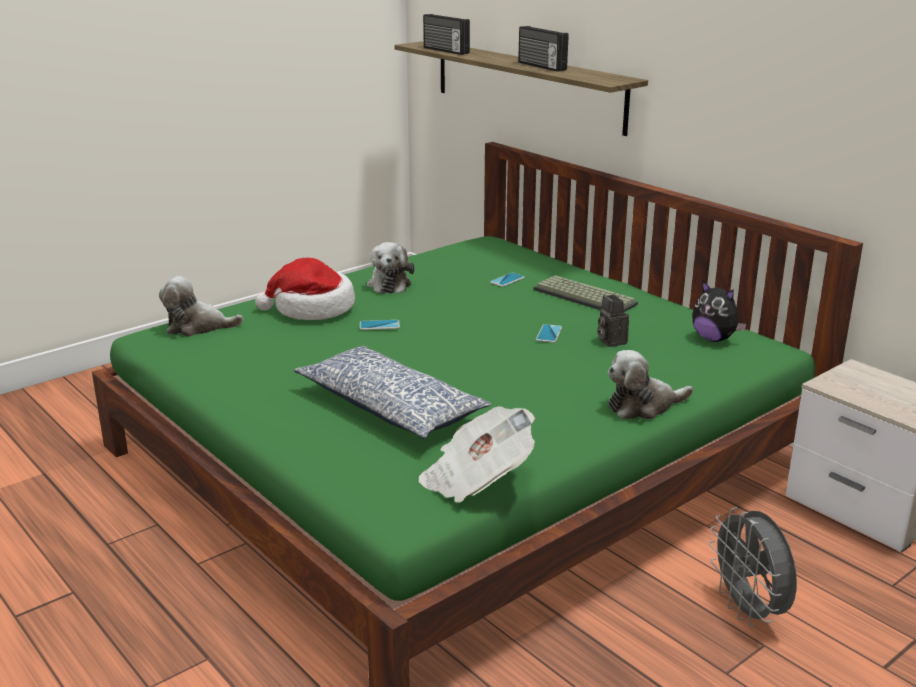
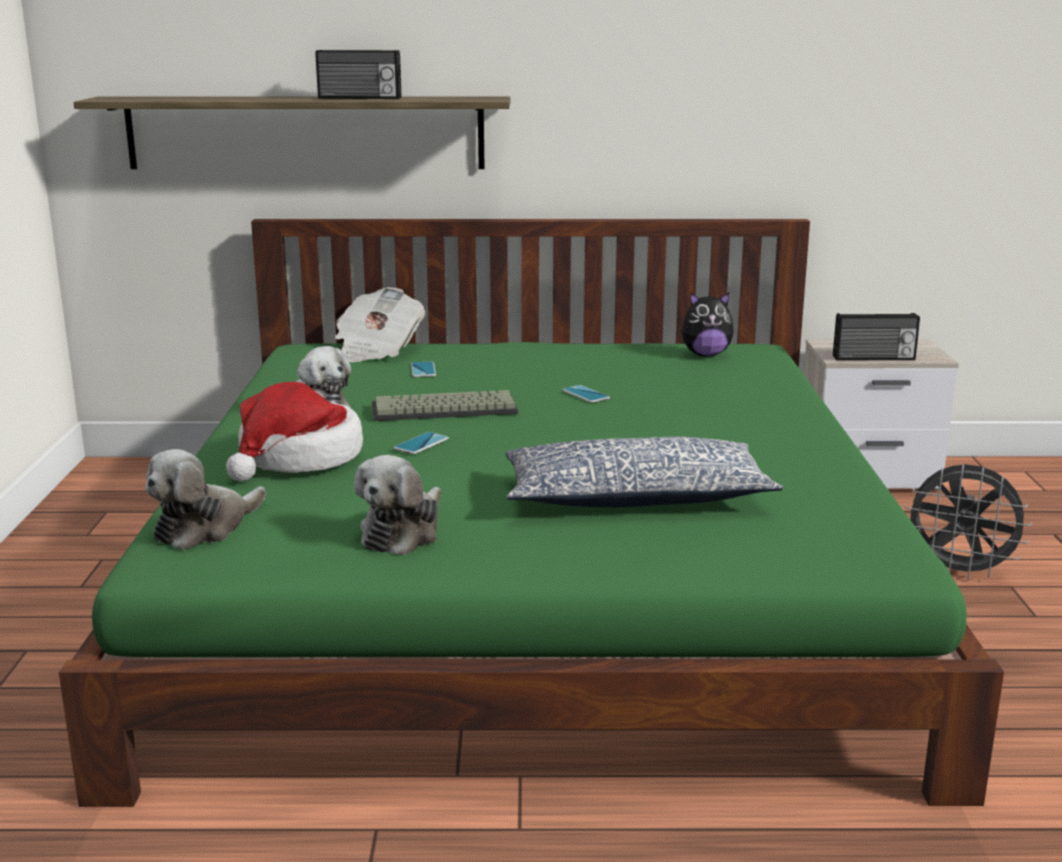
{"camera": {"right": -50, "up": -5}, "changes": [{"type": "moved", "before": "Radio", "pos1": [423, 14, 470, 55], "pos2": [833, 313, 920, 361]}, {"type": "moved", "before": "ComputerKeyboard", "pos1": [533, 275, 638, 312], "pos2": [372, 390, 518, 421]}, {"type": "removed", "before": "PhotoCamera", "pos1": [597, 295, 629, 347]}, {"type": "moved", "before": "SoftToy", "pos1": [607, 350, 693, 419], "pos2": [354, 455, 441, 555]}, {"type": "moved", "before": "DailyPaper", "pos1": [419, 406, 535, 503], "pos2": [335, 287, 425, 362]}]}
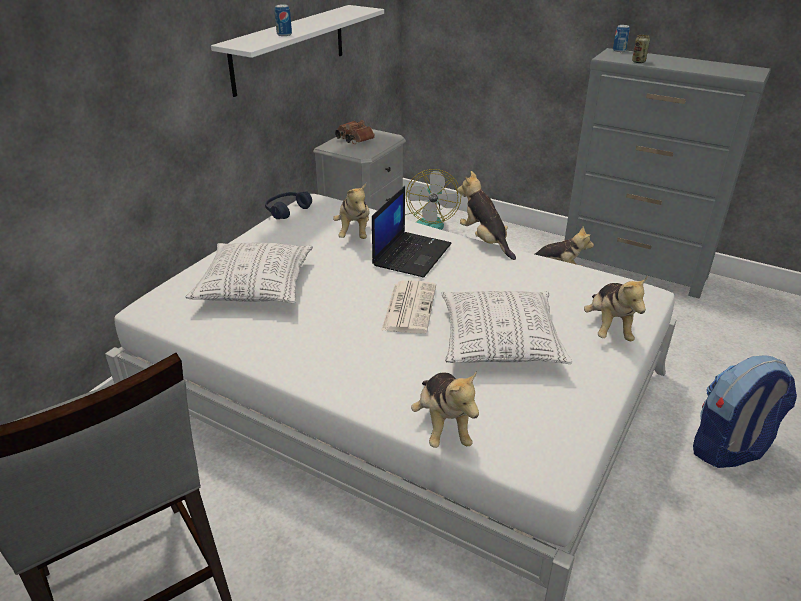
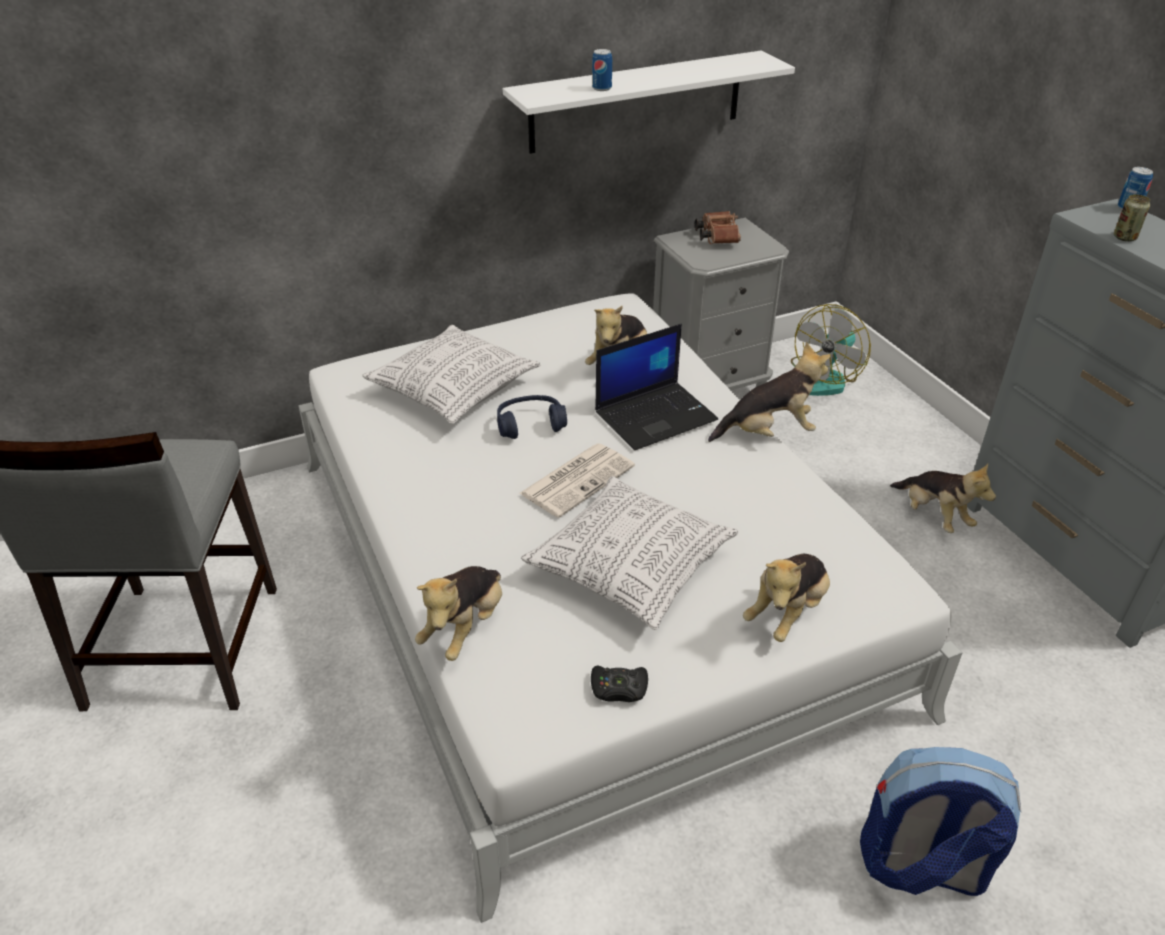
{"camera": {"right": 35, "up": 5}, "changes": [{"type": "turned", "before": "SoftToy", "pos1": [457, 171, 516, 260], "pos2": [708, 342, 831, 442], "turn": 75}, {"type": "moved", "before": "BlueColouredPairOfHeadphones", "pos1": [265, 191, 312, 219], "pos2": [497, 395, 567, 439]}, {"type": "added", "after": "BlackColouredGameController", "pos2": [591, 666, 648, 702]}]}
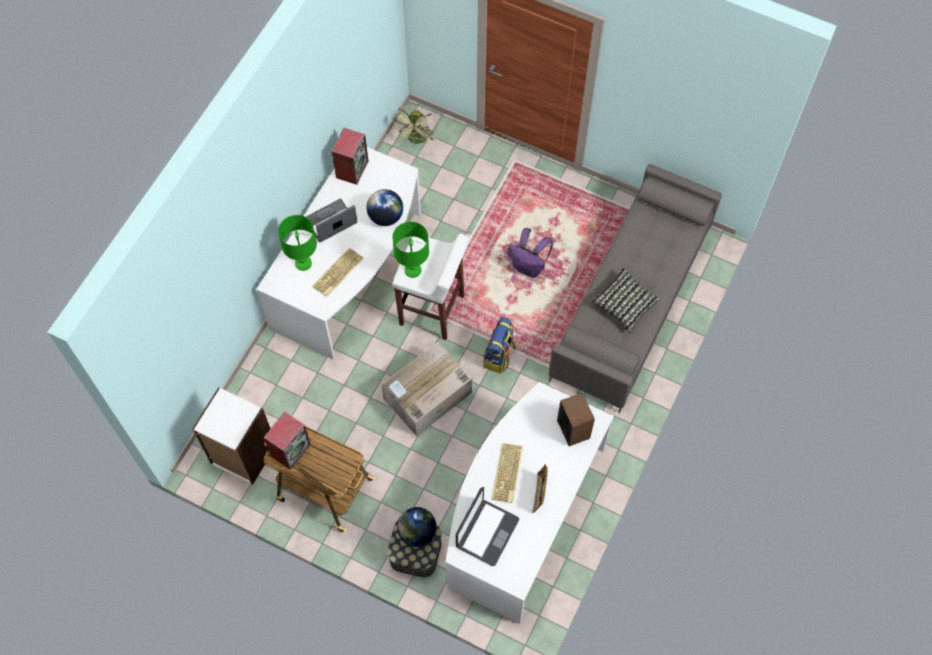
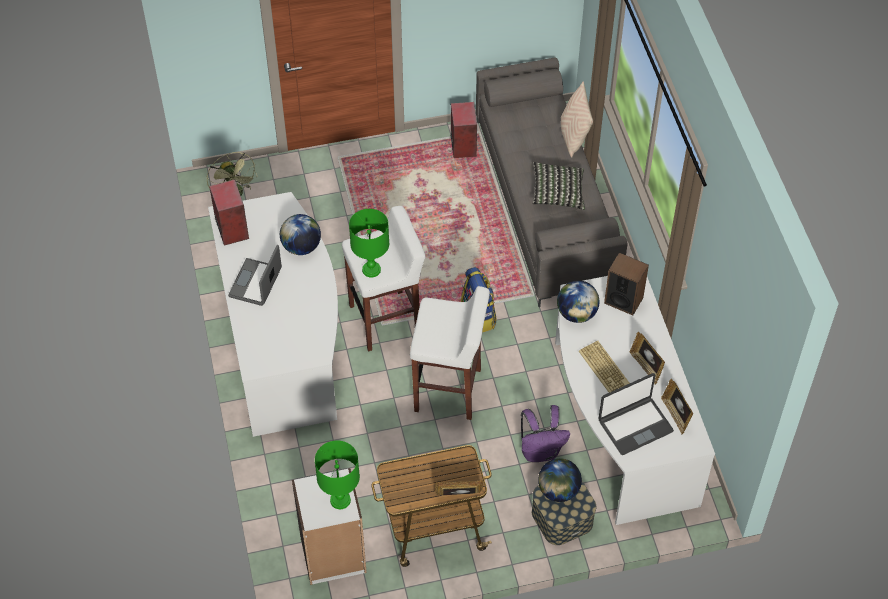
{"camera": {"right": -40, "up": -10}, "changes": [{"type": "moved", "before": "GreenColouredTabletopLamp", "pos1": [278, 215, 317, 271], "pos2": [315, 440, 360, 509]}, {"type": "moved", "before": "PurpleBackpack", "pos1": [507, 228, 553, 278], "pos2": [521, 405, 570, 462]}, {"type": "removed", "before": "ComputerKeyboard", "pos1": [312, 248, 363, 296]}, {"type": "replaced", "before": "Carton", "after": "WhitishSittingStool", "pos1": [381, 342, 472, 436], "pos2": [410, 286, 490, 420]}, {"type": "moved", "before": "Speaker", "pos1": [263, 411, 311, 470], "pos2": [451, 102, 477, 158]}, {"type": "turned", "before": "Laptop", "pos1": [456, 487, 519, 566], "pos2": [598, 373, 674, 455], "turn": 75}, {"type": "added", "after": "BeigeCushion", "pos2": [561, 81, 593, 157]}, {"type": "added", "after": "WorldGlobe", "pos2": [557, 280, 600, 323]}, {"type": "added", "after": "StandingFrame", "pos2": [661, 379, 693, 435]}]}
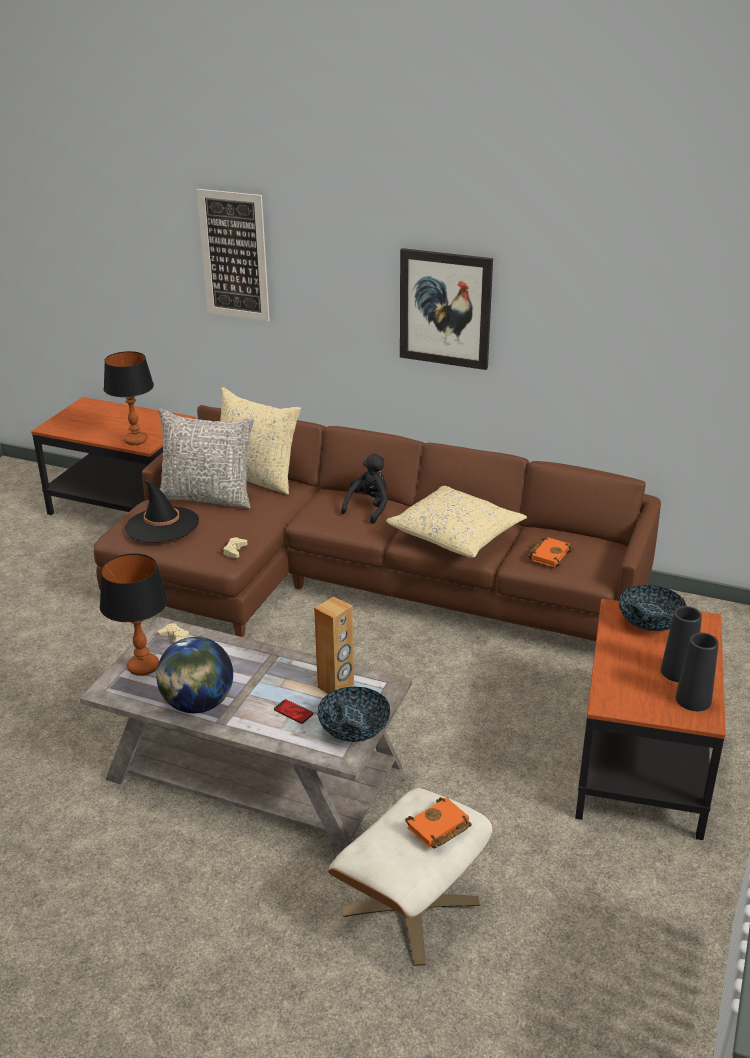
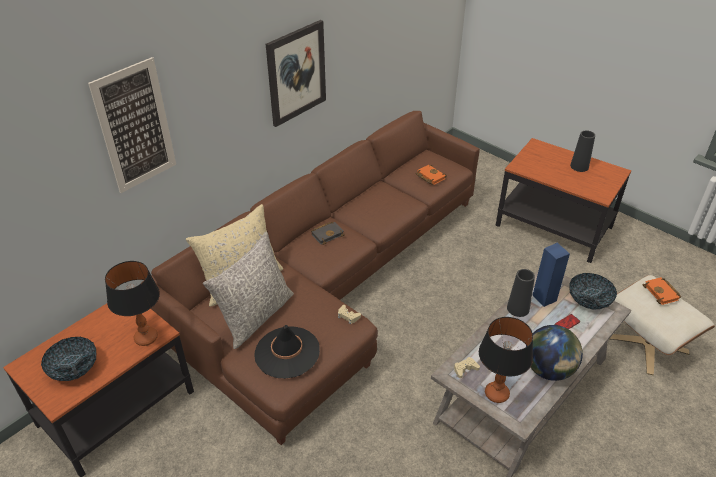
{"camera": {"right": -70, "up": 10}, "changes": [{"type": "replaced", "before": "BlackColouredSoftToy", "after": "BlackColouredBoundBook", "pos1": [341, 454, 388, 524], "pos2": [311, 222, 345, 245]}, {"type": "removed", "before": "BeigeCushion", "pos1": [386, 486, 527, 558]}, {"type": "moved", "before": "ServingBowl", "pos1": [619, 585, 687, 631], "pos2": [41, 337, 96, 381]}, {"type": "recoloured", "before": "BrownColouredSpeaker", "after": "BlueColouredSpeaker", "pos1": [314, 596, 354, 694], "pos2": [532, 243, 570, 307]}, {"type": "moved", "before": "BlackColouredVase", "pos1": [676, 633, 719, 711], "pos2": [507, 269, 535, 317]}]}
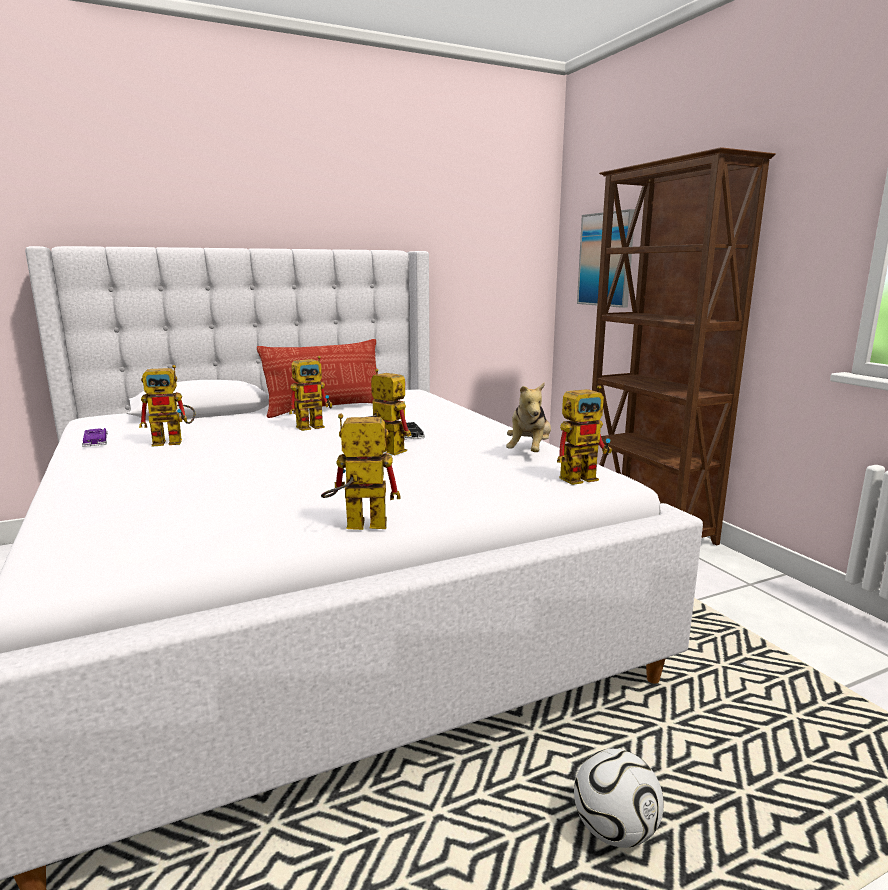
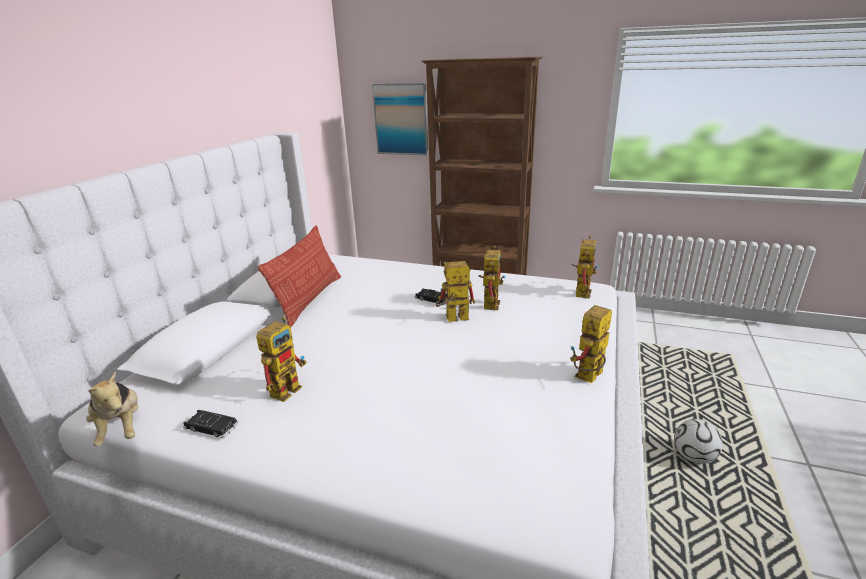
{"camera": {"right": -45, "up": 10}, "changes": [{"type": "moved", "before": "ModelRobot", "pos1": [289, 356, 332, 431], "pos2": [478, 245, 505, 310]}, {"type": "moved", "before": "SoftToy", "pos1": [506, 382, 551, 452], "pos2": [86, 372, 138, 447]}, {"type": "recoloured", "before": "PurpleMiniatureCar", "after": "BlackColouredMiniatureCar", "pos1": [82, 428, 108, 447], "pos2": [182, 410, 239, 438]}]}
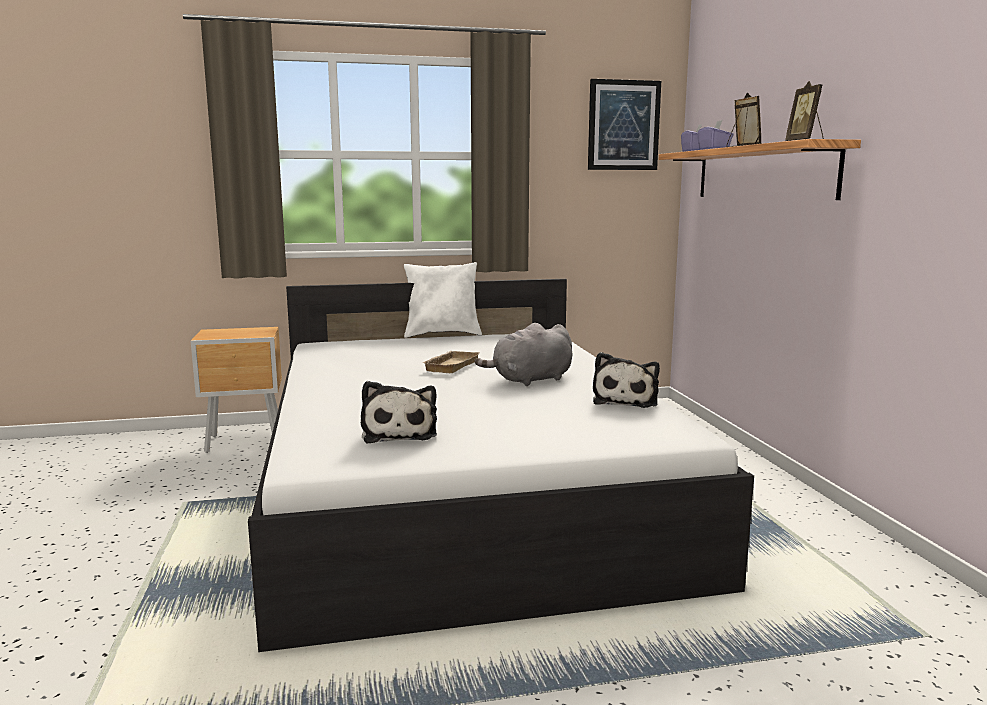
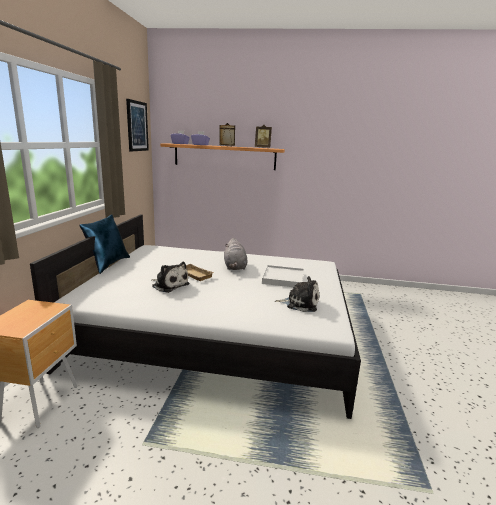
{"camera": {"right": -70, "up": 5}, "changes": [{"type": "recoloured", "before": "WhitishCushion", "after": "BlueColouredCushion", "pos1": [404, 262, 482, 338], "pos2": [79, 214, 130, 274]}, {"type": "moved", "before": "SoftToy", "pos1": [593, 352, 660, 408], "pos2": [152, 262, 190, 293]}, {"type": "added", "after": "WhitishServingTray", "pos2": [262, 265, 304, 287]}]}
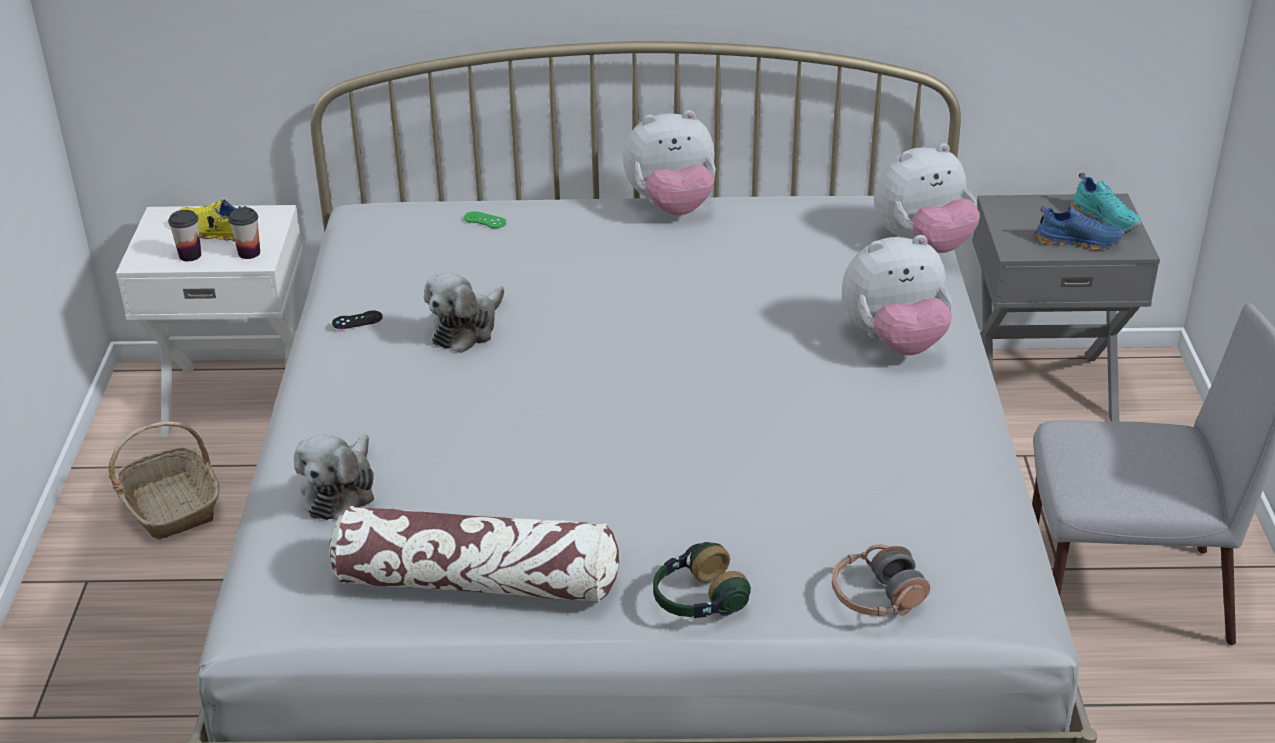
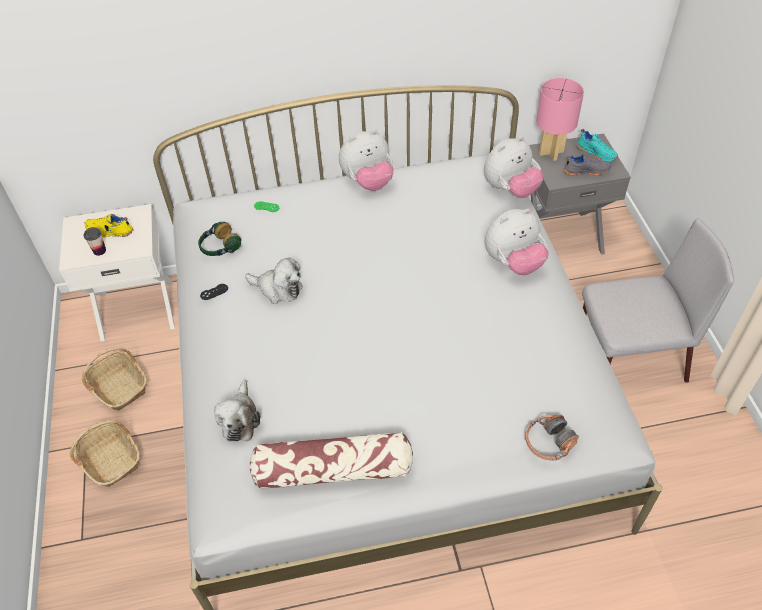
{"camera": {"right": -10, "up": 15}, "changes": [{"type": "recoloured", "before": "BlueColouredItemOfFootwear", "after": "GreyishItemOfFootwear", "pos1": [1035, 206, 1124, 250], "pos2": [563, 154, 611, 176]}, {"type": "removed", "before": "SmallCup", "pos1": [228, 207, 260, 259]}, {"type": "turned", "before": "SoftToy", "pos1": [424, 273, 504, 353], "pos2": [245, 258, 303, 304], "turn": -90}, {"type": "moved", "before": "PairOfHeadphones", "pos1": [653, 542, 751, 618], "pos2": [198, 222, 241, 256]}, {"type": "added", "after": "PinkishTabletopLamp", "pos2": [536, 78, 584, 161]}, {"type": "added", "after": "StorageBasket", "pos2": [70, 420, 140, 487]}]}
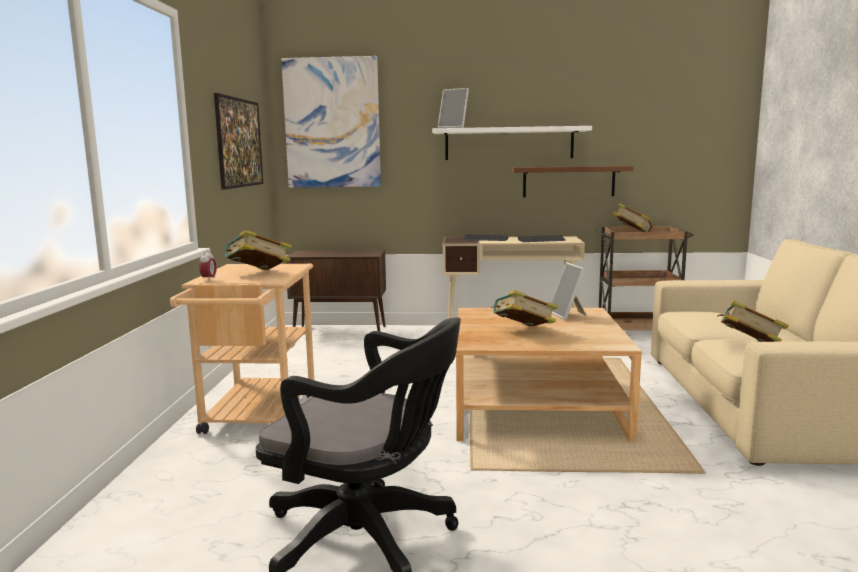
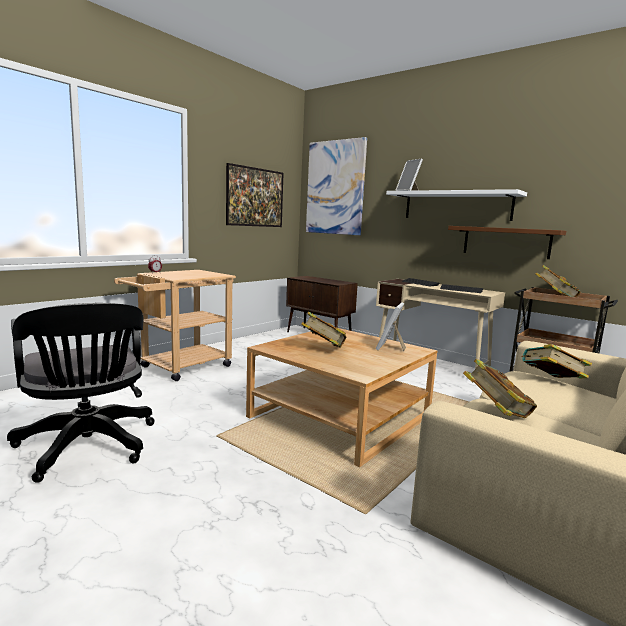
{"camera": {"right": 35, "up": 0}, "changes": [{"type": "moved", "before": "BoundBook", "pos1": [222, 230, 292, 270], "pos2": [521, 344, 592, 378]}]}
